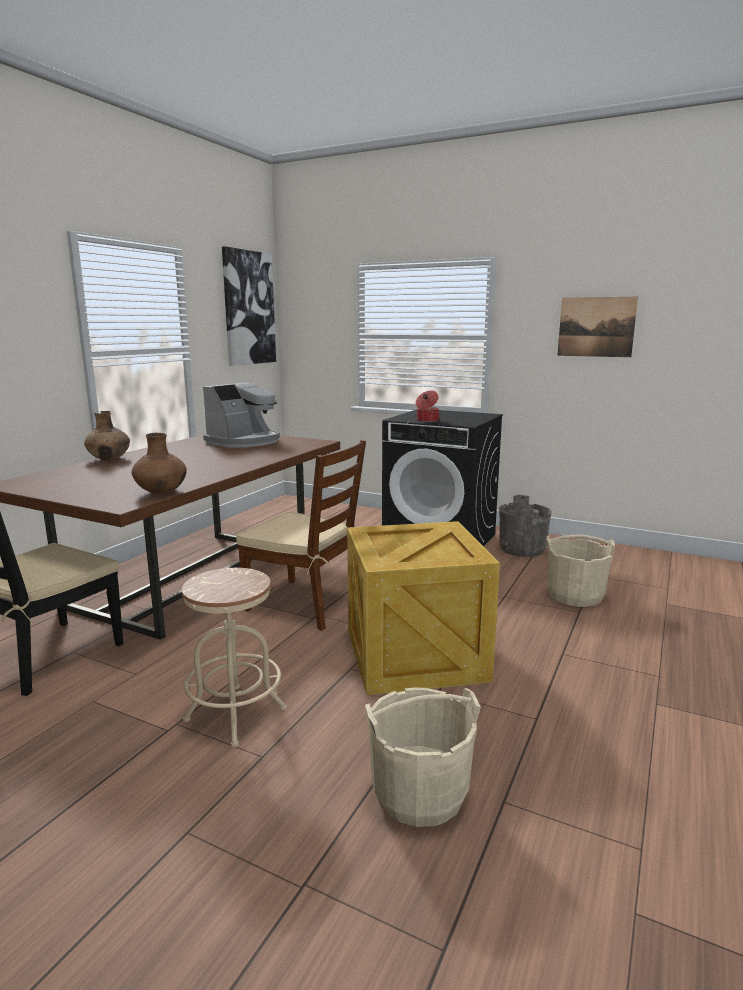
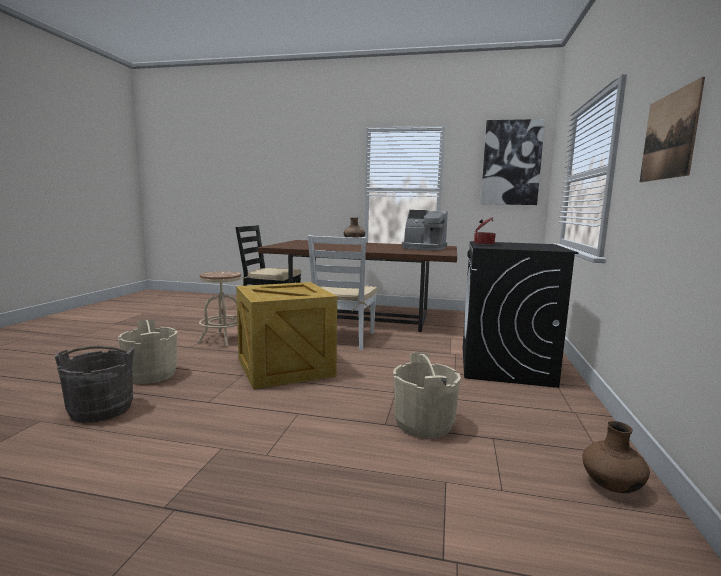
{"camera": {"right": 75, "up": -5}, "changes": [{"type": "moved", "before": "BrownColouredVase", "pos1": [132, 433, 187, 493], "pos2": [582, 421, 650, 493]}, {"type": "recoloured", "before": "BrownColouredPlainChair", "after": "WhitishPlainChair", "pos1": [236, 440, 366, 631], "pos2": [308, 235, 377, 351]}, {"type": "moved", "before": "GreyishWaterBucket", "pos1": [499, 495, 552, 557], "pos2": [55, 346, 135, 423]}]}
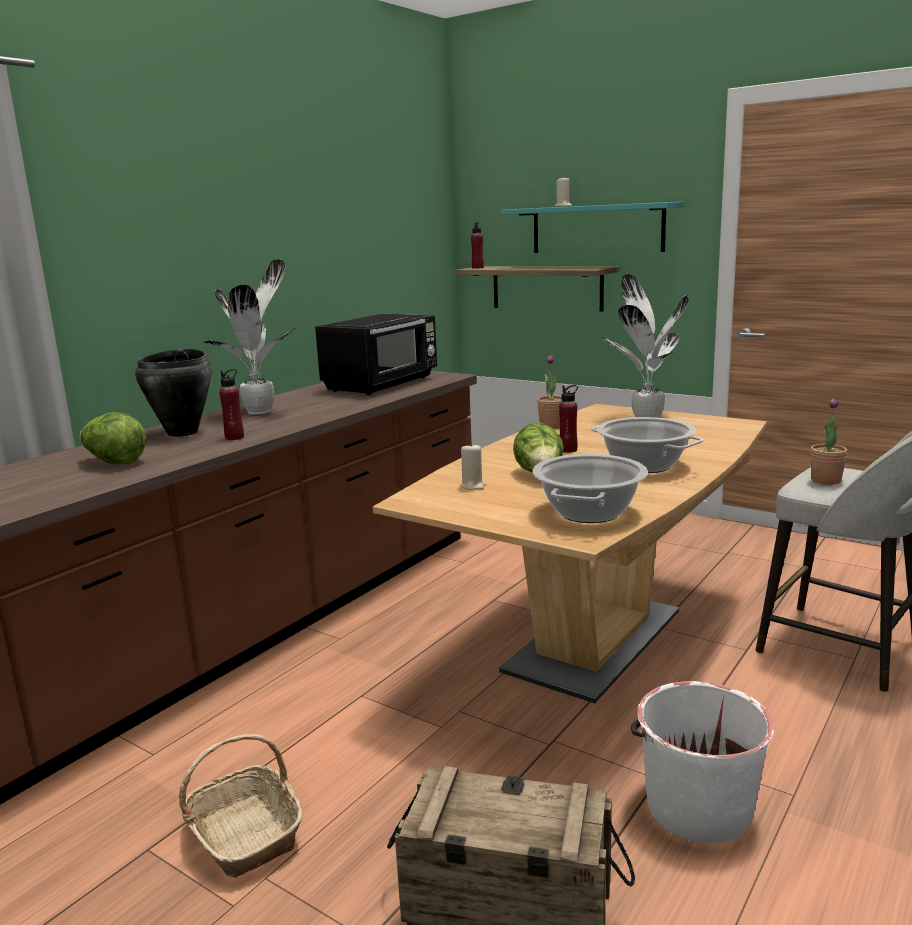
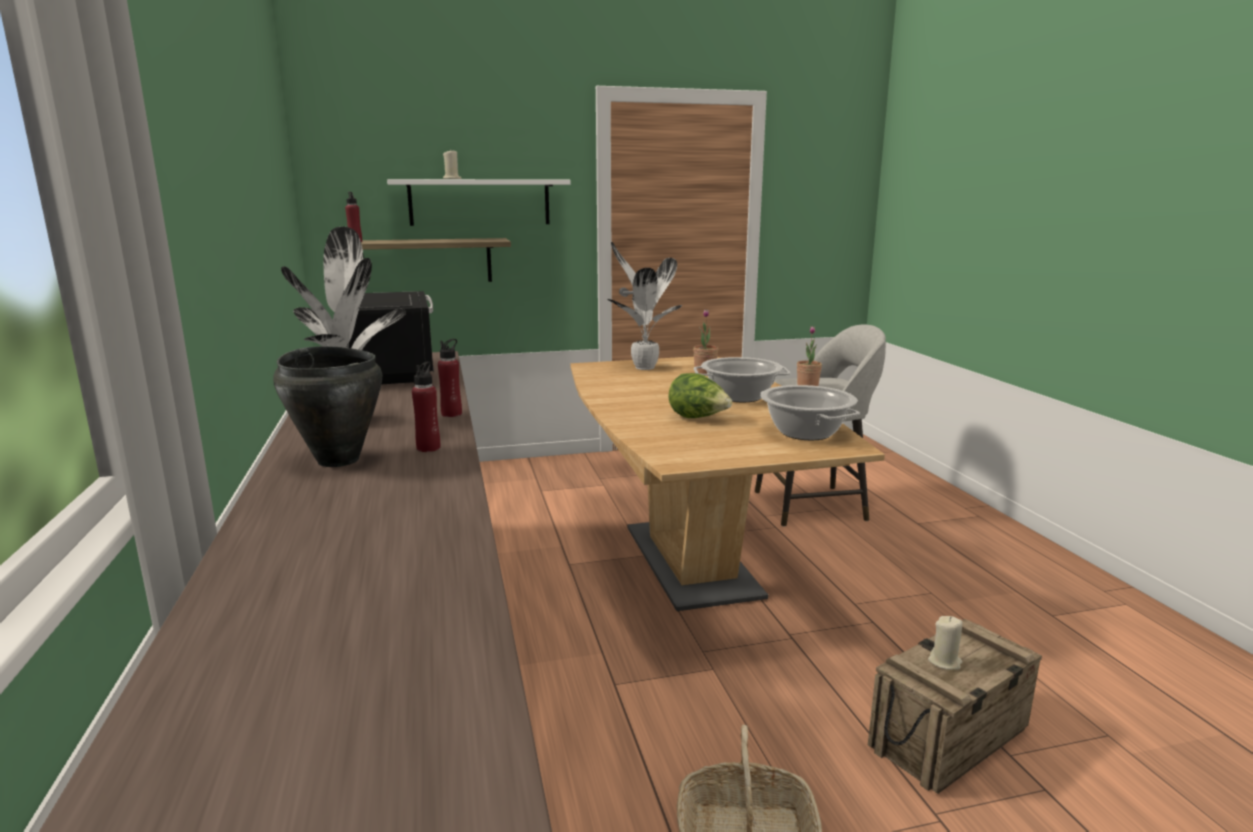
{"camera": {"right": -50, "up": 0}, "changes": [{"type": "recoloured", "before": "TurquoiseBracketShelf", "after": "WhitishBracketShelf", "pos1": [501, 202, 684, 253], "pos2": [387, 179, 571, 226]}, {"type": "moved", "before": "PottedPlant", "pos1": [537, 355, 562, 429], "pos2": [693, 309, 719, 374]}, {"type": "moved", "before": "ReddishBeverageBottle", "pos1": [559, 385, 578, 453], "pos2": [438, 339, 462, 417]}, {"type": "removed", "before": "Lettuce", "pos1": [80, 412, 146, 464]}, {"type": "moved", "before": "BeigeCandle", "pos1": [460, 443, 486, 490], "pos2": [928, 616, 962, 670]}, {"type": "removed", "before": "WhitishWaterBucket", "pos1": [631, 681, 774, 843]}]}
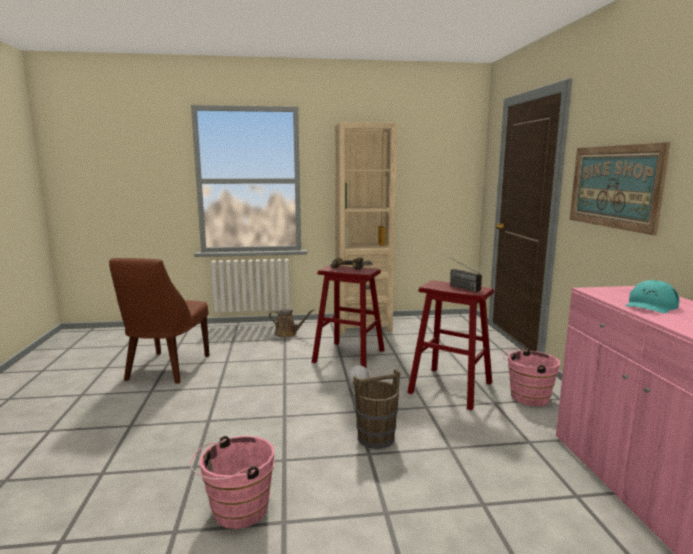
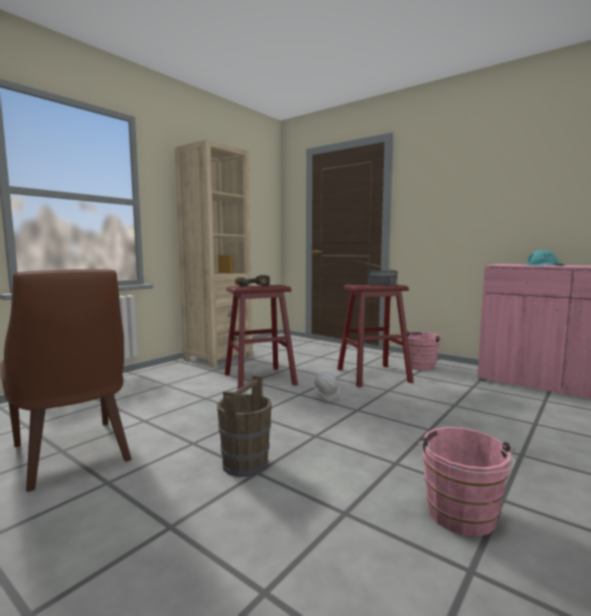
{"camera": {"right": -45, "up": -5}, "changes": [{"type": "removed", "before": "Picture", "pos1": [570, 142, 670, 235]}, {"type": "removed", "before": "BrownColouredWateringPot", "pos1": [269, 309, 315, 338]}, {"type": "moved", "before": "BrownColouredWaterBucket", "pos1": [353, 369, 400, 449], "pos2": [217, 375, 272, 477]}]}
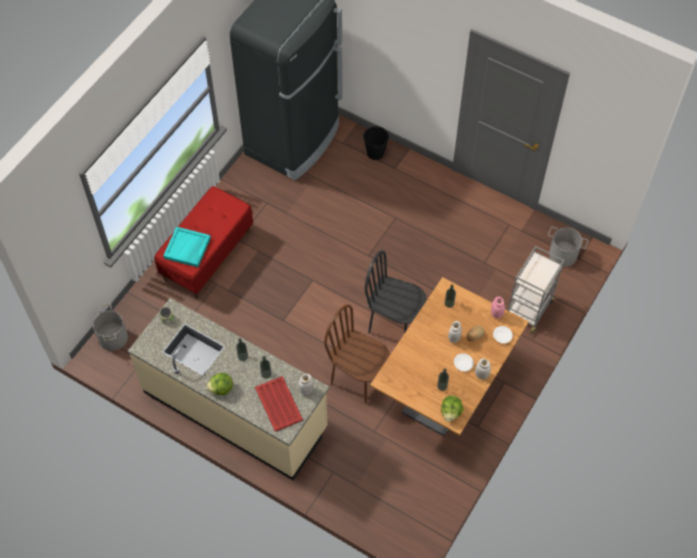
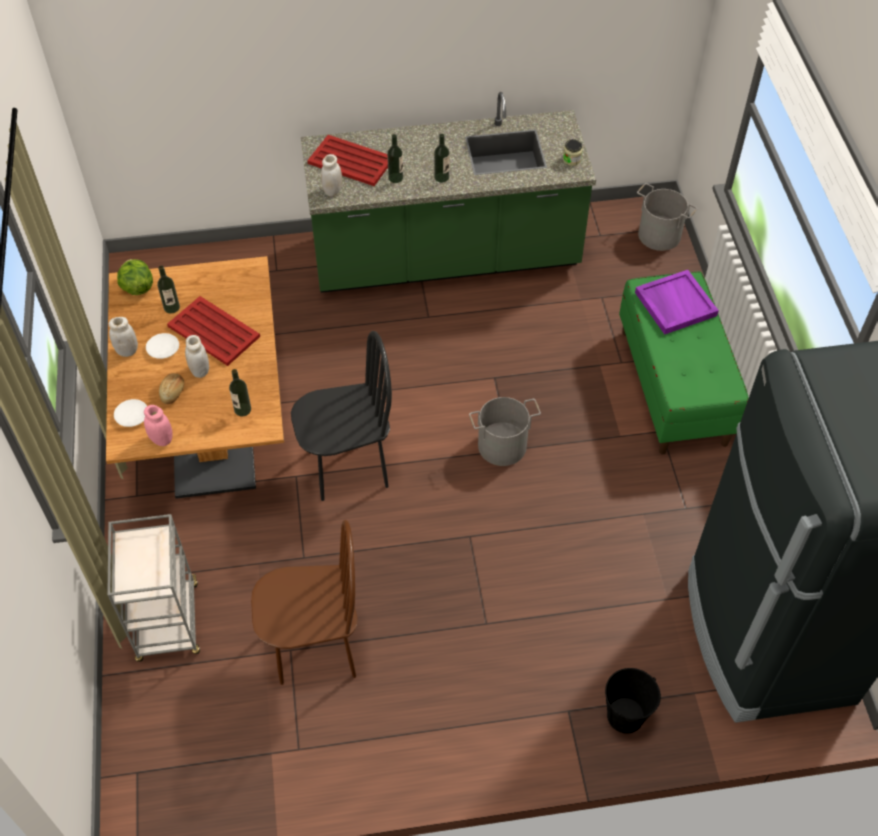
{"camera": {"right": 140, "up": -5}, "changes": [{"type": "recoloured", "before": "ReddishLongSeat", "after": "GreenColouredLongSeat", "pos1": [154, 186, 253, 299], "pos2": [619, 271, 749, 454]}, {"type": "recoloured", "before": "TurquoiseServingTray", "after": "PurpleServingTray", "pos1": [163, 227, 211, 267], "pos2": [635, 270, 719, 335]}, {"type": "moved", "before": "GreyishWaterBucket", "pos1": [548, 227, 589, 267], "pos2": [469, 397, 541, 466]}, {"type": "recoloured", "before": "BeigeCounter", "after": "GreenColouredCounter", "pos1": [128, 298, 329, 480], "pos2": [301, 92, 596, 293]}, {"type": "moved", "before": "BrownColouredPlainChair", "pos1": [324, 304, 390, 403], "pos2": [251, 520, 357, 685]}, {"type": "removed", "before": "Lettuce", "pos1": [206, 373, 233, 395]}, {"type": "added", "after": "ReddishServingTray", "pos2": [167, 296, 260, 366]}]}
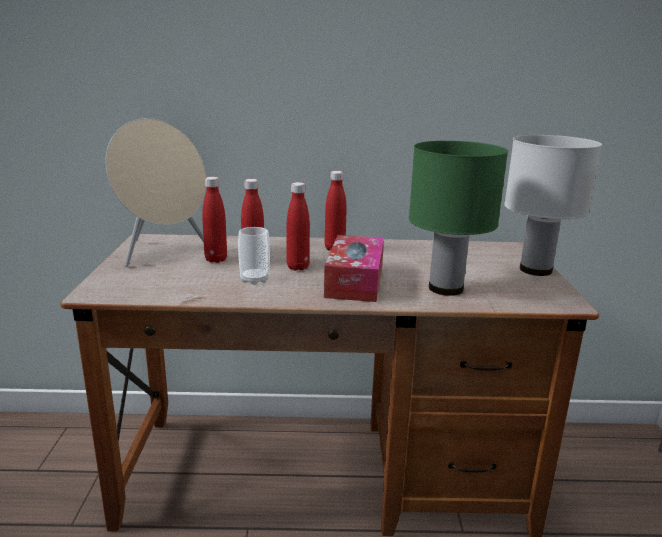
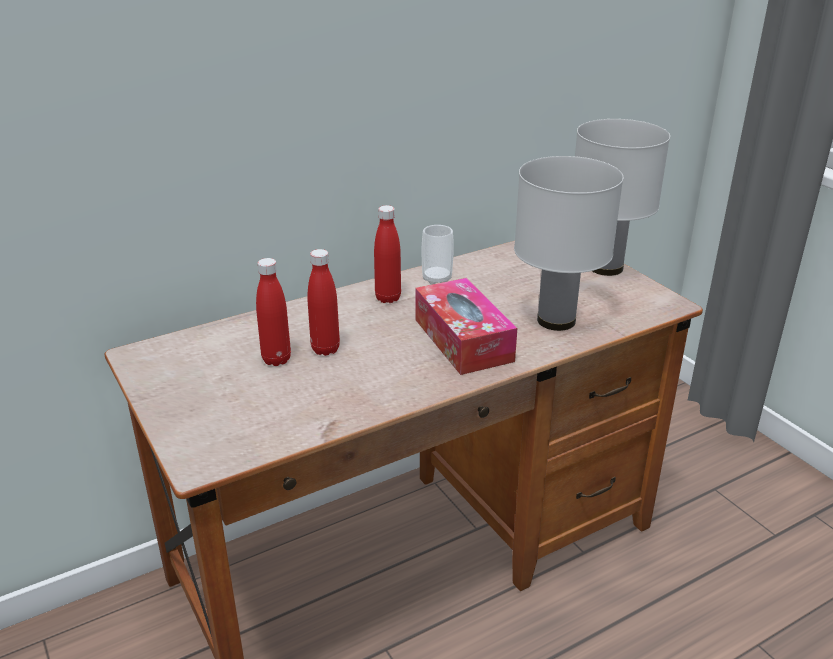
{"camera": {"right": -30, "up": 10}, "changes": [{"type": "removed", "before": "BeigeSpeaker", "pos1": [105, 118, 206, 267]}, {"type": "recoloured", "before": "GreenColouredTabletopLamp", "after": "WhitishTabletopLamp", "pos1": [409, 141, 508, 296], "pos2": [514, 156, 623, 331]}, {"type": "removed", "before": "ReddishBeverageBottle", "pos1": [286, 182, 310, 271]}, {"type": "moved", "before": "SmallCup", "pos1": [238, 227, 270, 285], "pos2": [422, 225, 454, 285]}]}
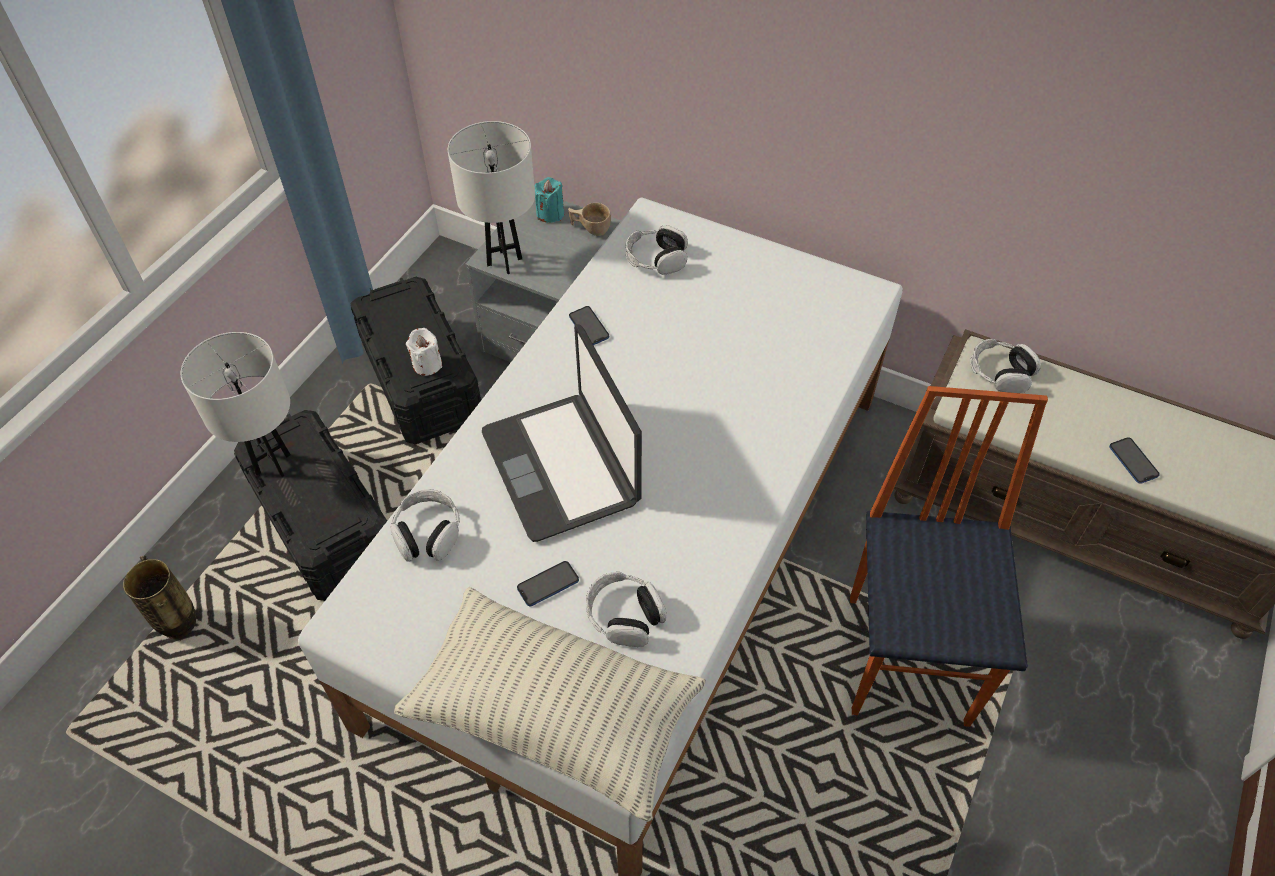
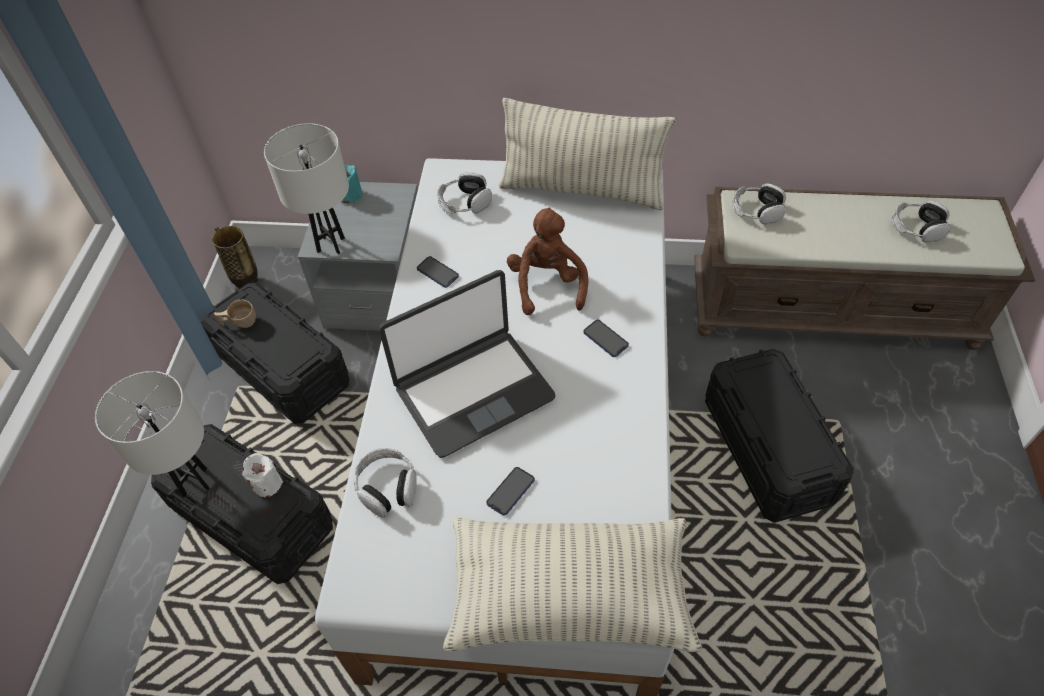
{"camera": {"right": -20, "up": 0}, "changes": [{"type": "moved", "before": "BeigeSmallCup", "pos1": [568, 203, 611, 236], "pos2": [214, 300, 256, 328]}, {"type": "turned", "before": "Laptop", "pos1": [482, 324, 642, 542], "pos2": [379, 270, 556, 458], "turn": -75}, {"type": "moved", "before": "WhitishCandle", "pos1": [406, 328, 442, 376], "pos2": [242, 453, 283, 497]}, {"type": "replaced", "before": "PlainChair", "after": "BlackColouredStorageContainer", "pos1": [850, 386, 1048, 727], "pos2": [705, 349, 854, 523]}, {"type": "moved", "before": "Phone", "pos1": [1109, 437, 1160, 484], "pos2": [583, 320, 629, 357]}, {"type": "moved", "before": "Vase", "pos1": [123, 555, 196, 639], "pos2": [212, 226, 258, 289]}, {"type": "moved", "before": "PairOfHeadphones", "pos1": [586, 572, 667, 647], "pos2": [892, 201, 950, 243]}, {"type": "added", "after": "Cushion", "pos2": [499, 98, 676, 210]}, {"type": "added", "after": "BrownColouredSoftToy", "pos2": [507, 208, 588, 315]}]}
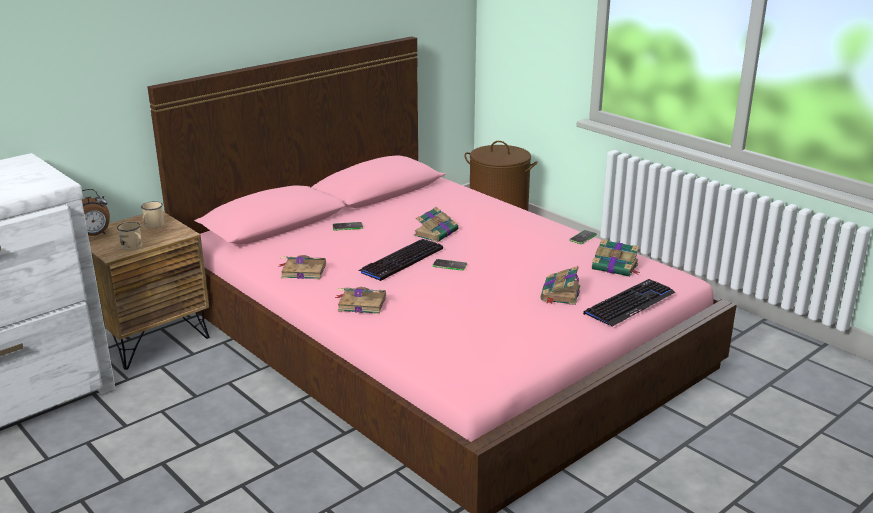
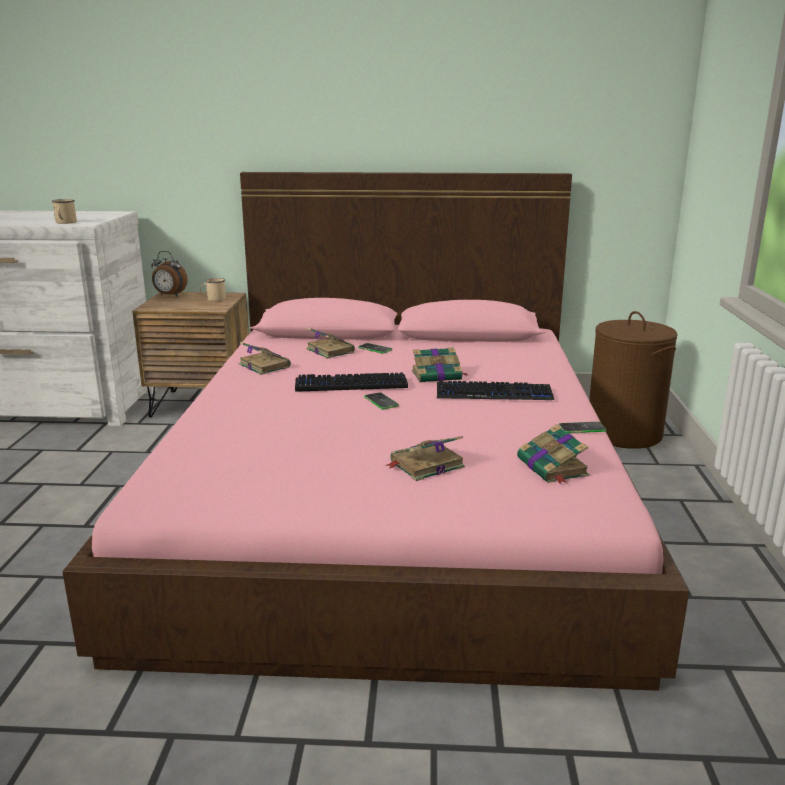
{"camera": {"right": 45, "up": -5}, "changes": [{"type": "moved", "before": "BeigeCoffeeMug", "pos1": [117, 222, 142, 251], "pos2": [51, 199, 77, 224]}, {"type": "moved", "before": "ComputerKeyboard", "pos1": [583, 279, 675, 327], "pos2": [437, 380, 554, 400]}, {"type": "moved", "before": "BoundBook", "pos1": [335, 287, 386, 314], "pos2": [306, 328, 355, 359]}]}
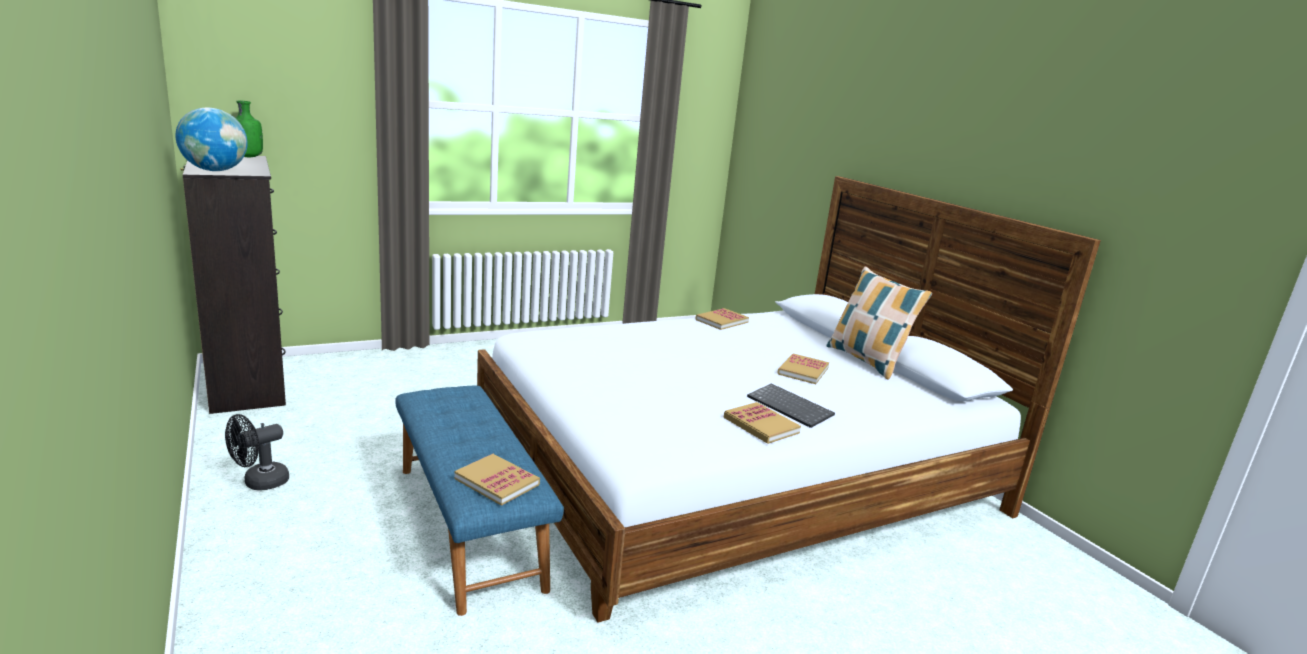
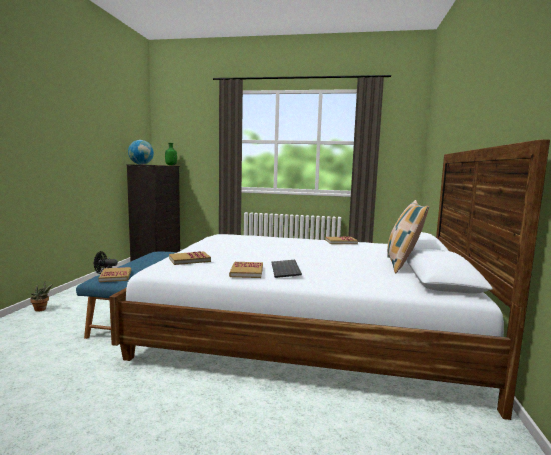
{"camera": {"right": 40, "up": -10}, "changes": [{"type": "moved", "before": "BoundBook", "pos1": [777, 354, 829, 384], "pos2": [169, 251, 211, 265]}, {"type": "added", "after": "PottedPlant", "pos2": [30, 283, 53, 312]}]}
